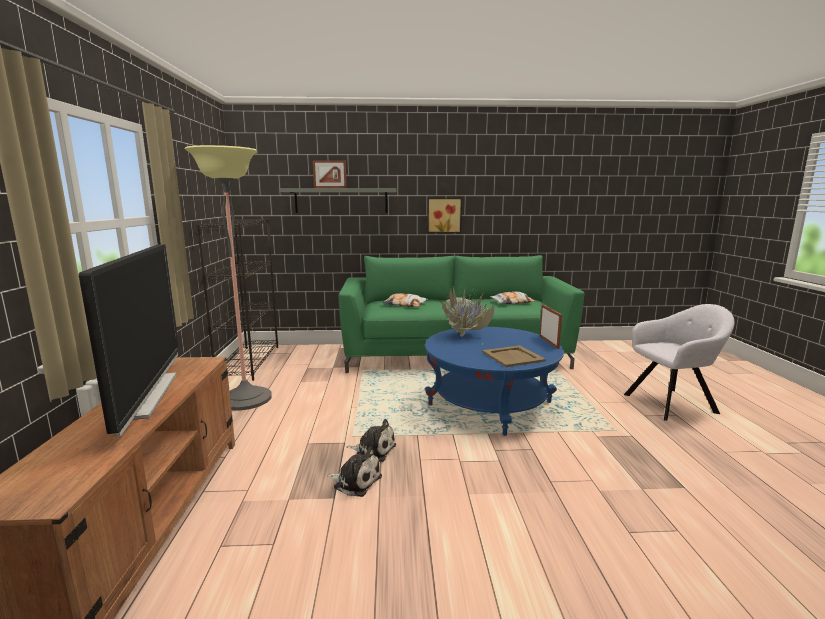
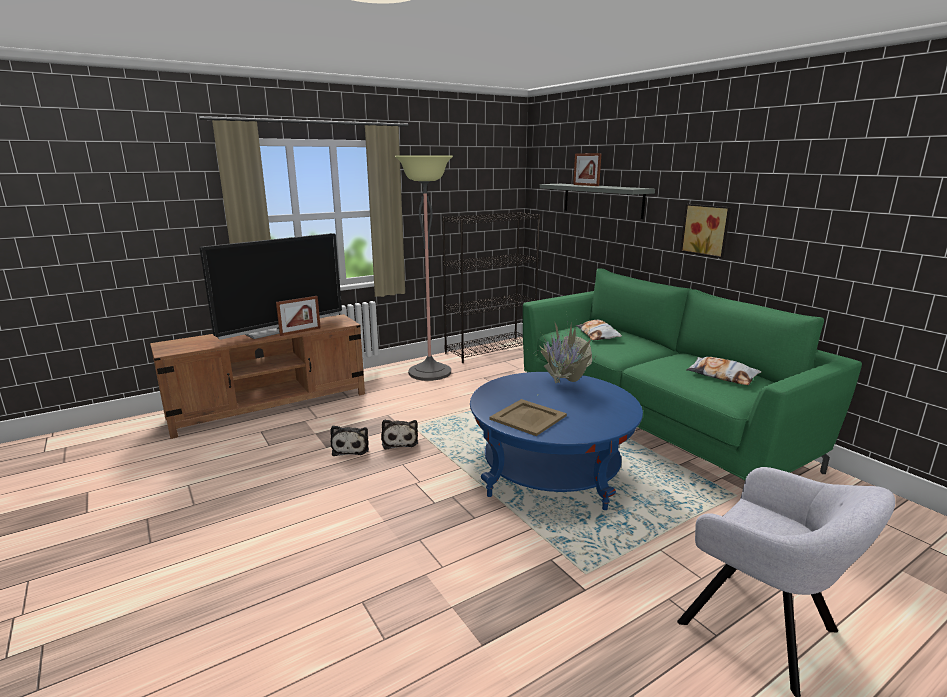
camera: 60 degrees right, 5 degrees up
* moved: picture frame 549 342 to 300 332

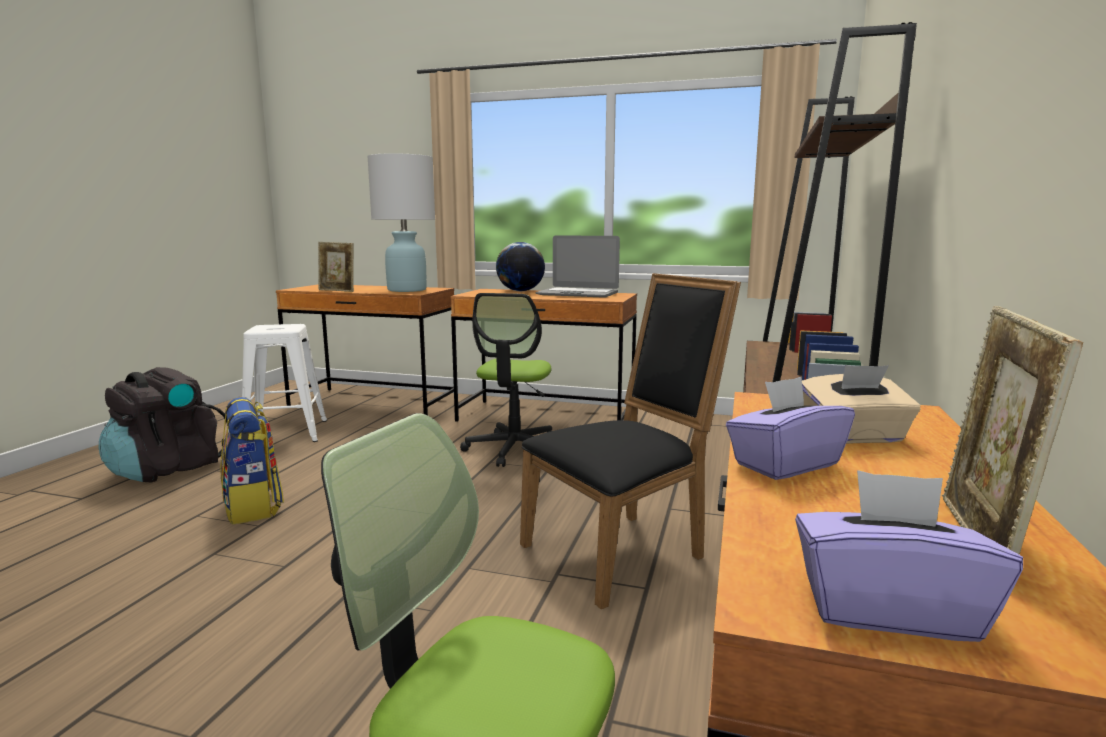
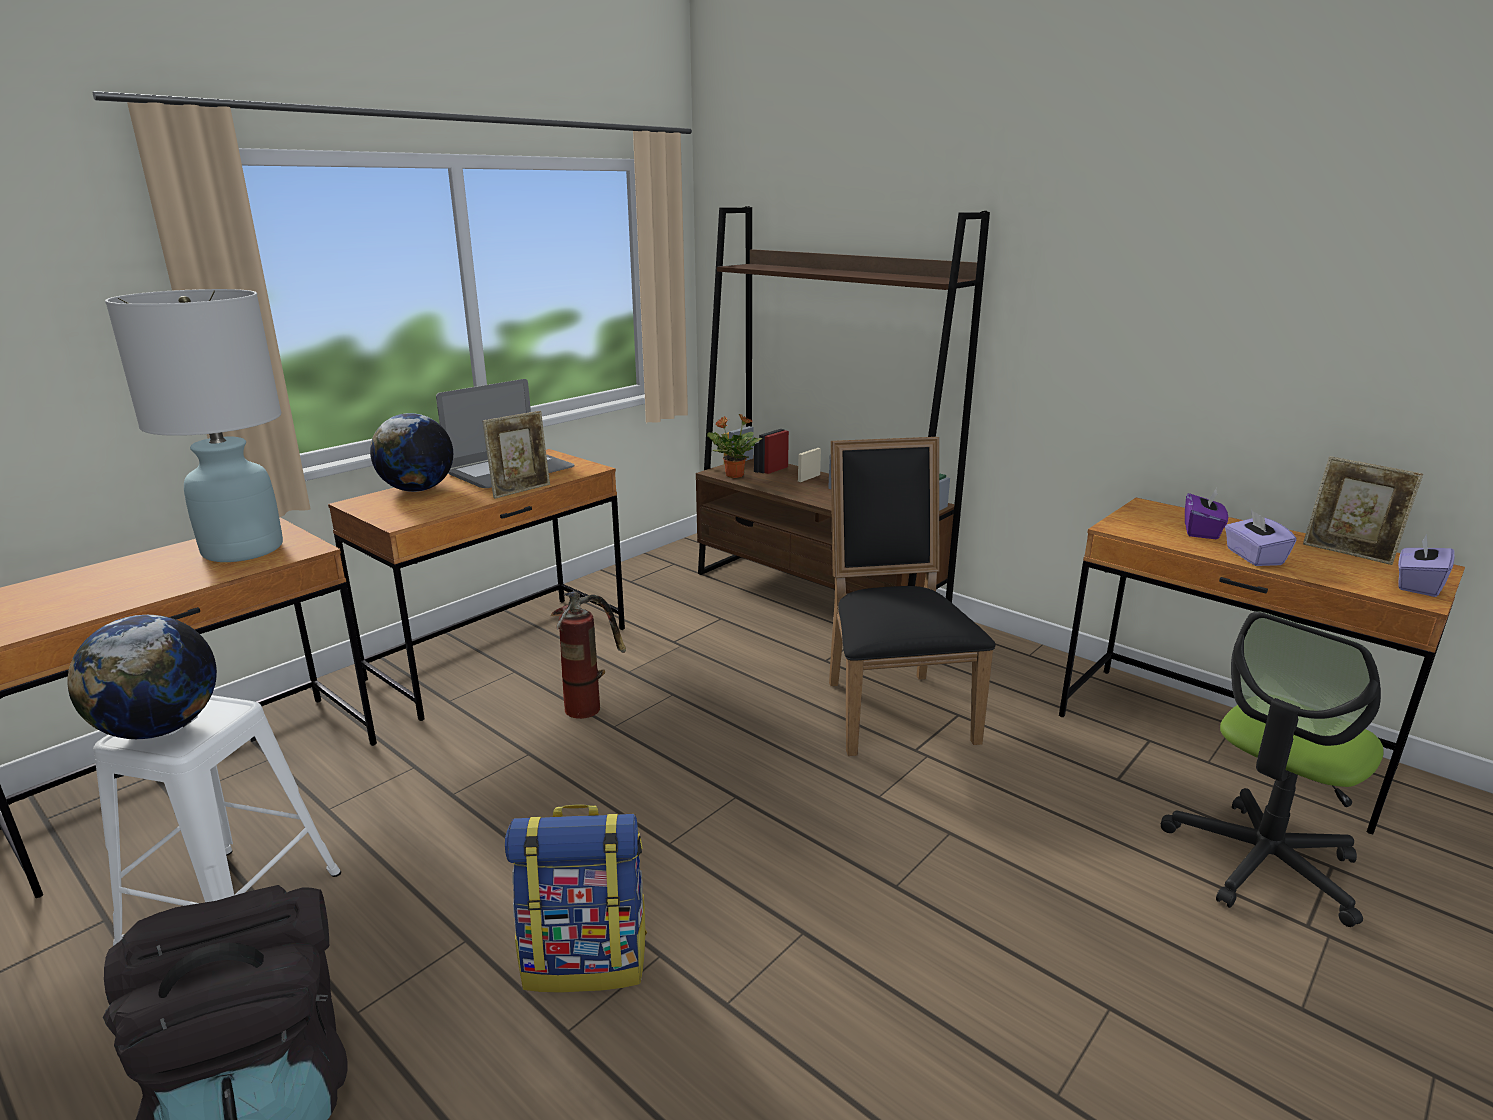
camera: 65 degrees left, 10 degrees up
* moved: picture frame 337 291 to 521 491
* replaced: office chair 514 449 to fire extinguisher 589 701
* recoloured: beige tissue box 853 437 to purple tissue box 1201 531
* added: globe 161 728
* added: potted plant 733 475

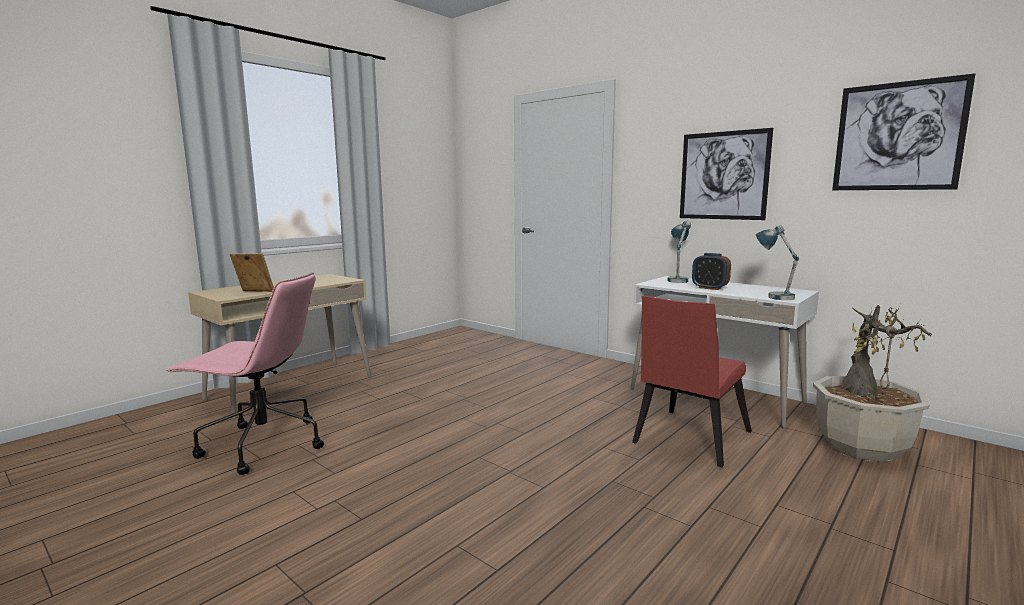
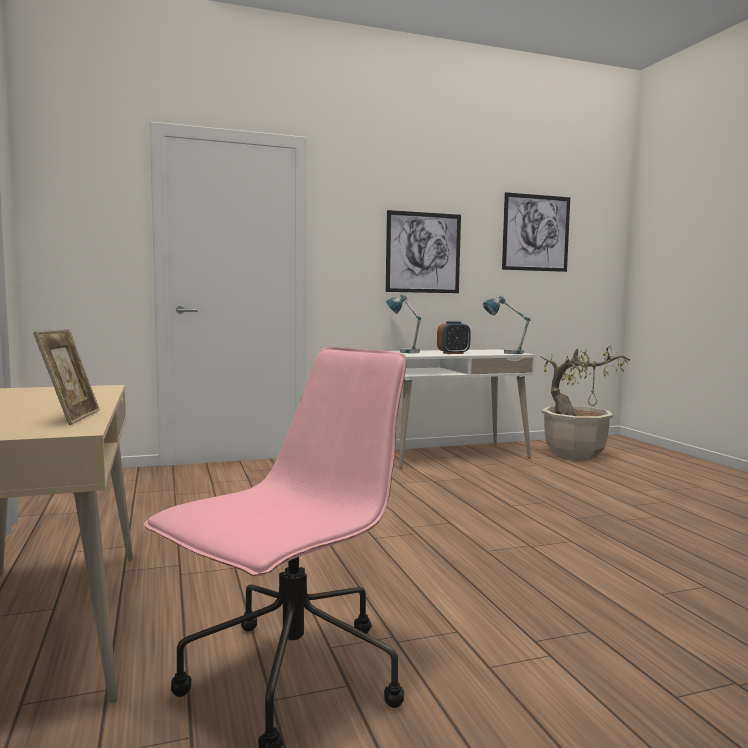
camera: 60 degrees left, 5 degrees down
* turned: picture frame 254 292 = 71 418 135 degrees clockwise
* removed: red chair 687 439

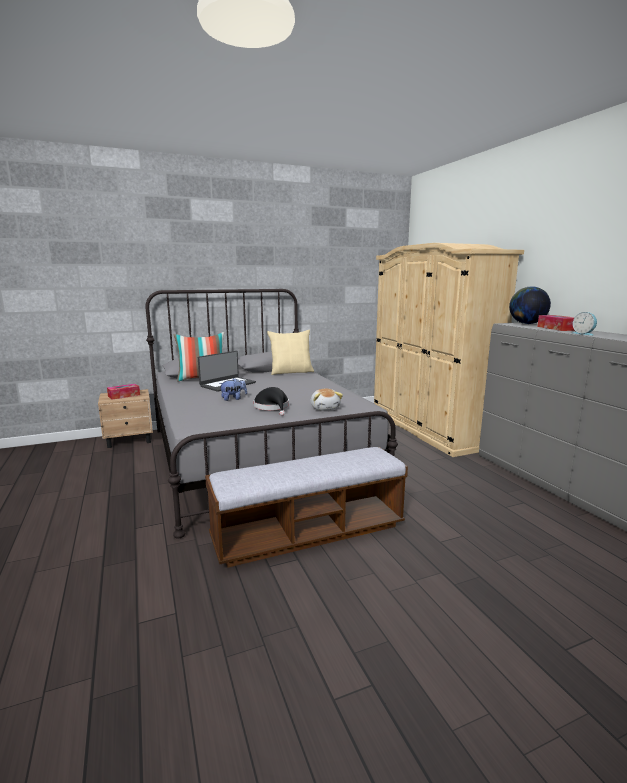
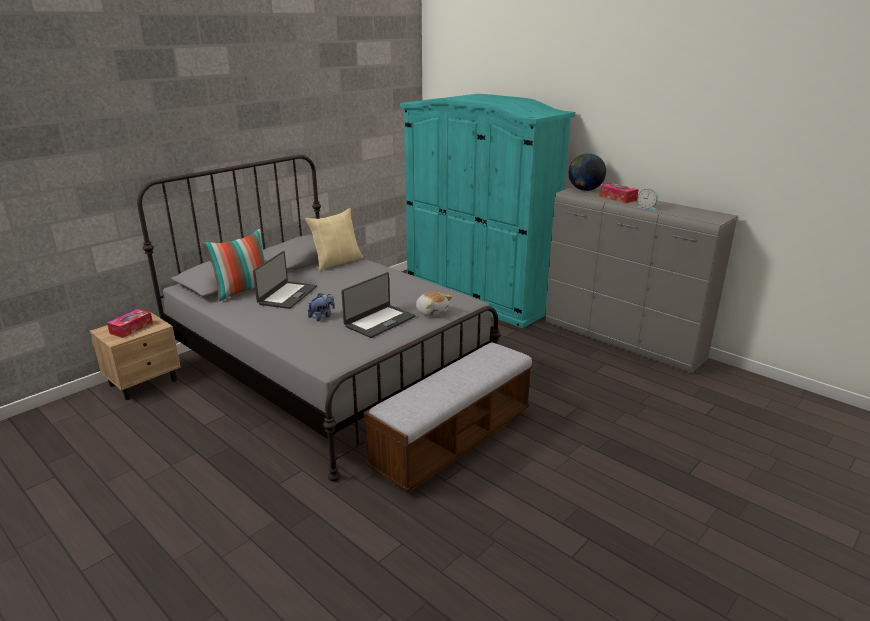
camera: 25 degrees left, 10 degrees up
* replaced: black hat 272 407 to laptop 379 321
* recoloured: beige wardrobe 428 427 to turquoise wardrobe 477 296

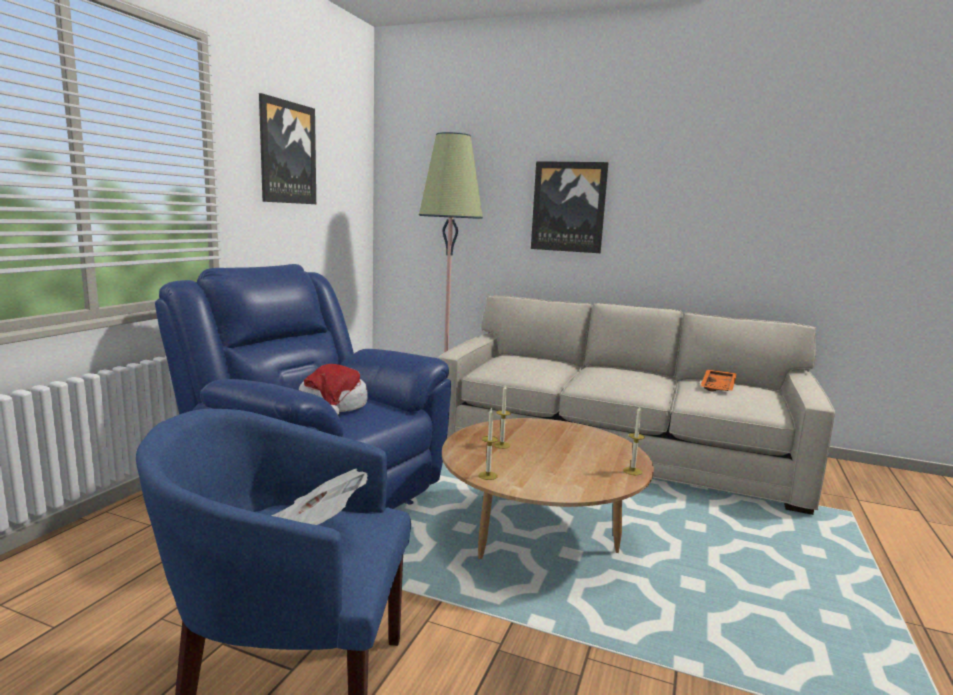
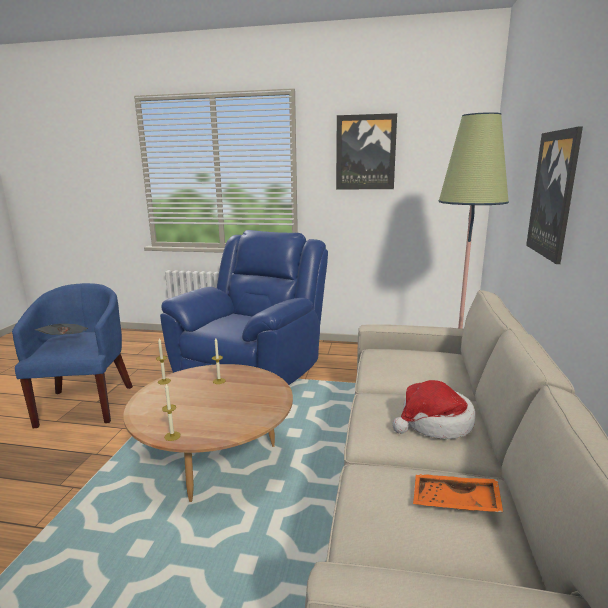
camera: 80 degrees right, 5 degrees up
* moved: hat 333 406 to 435 423

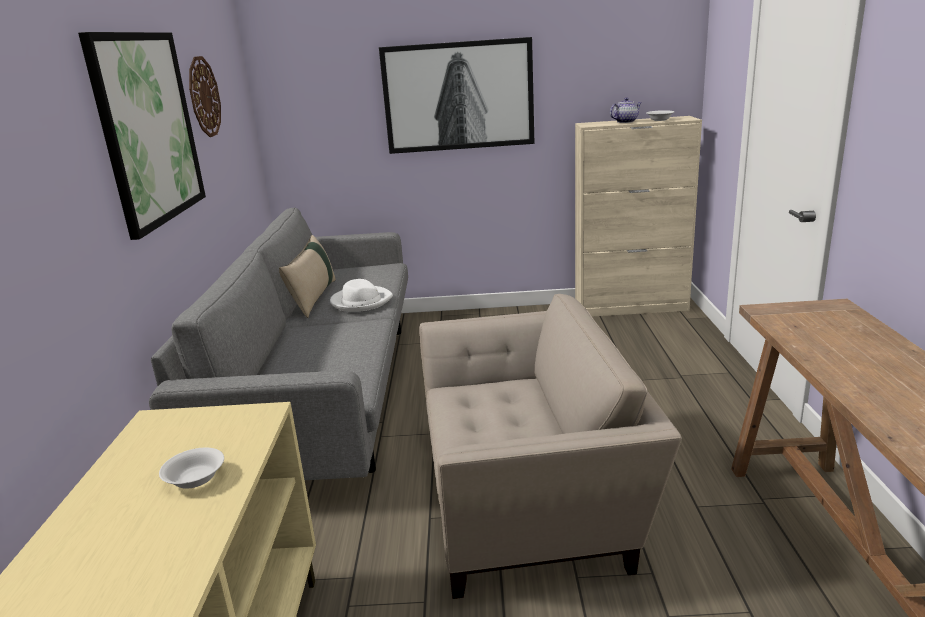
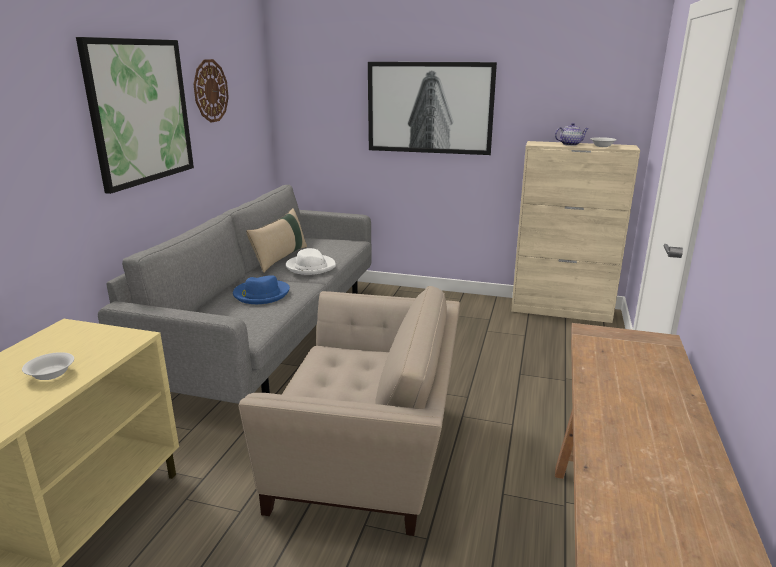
camera: 15 degrees right, 0 degrees up
* added: blue hat 261 294

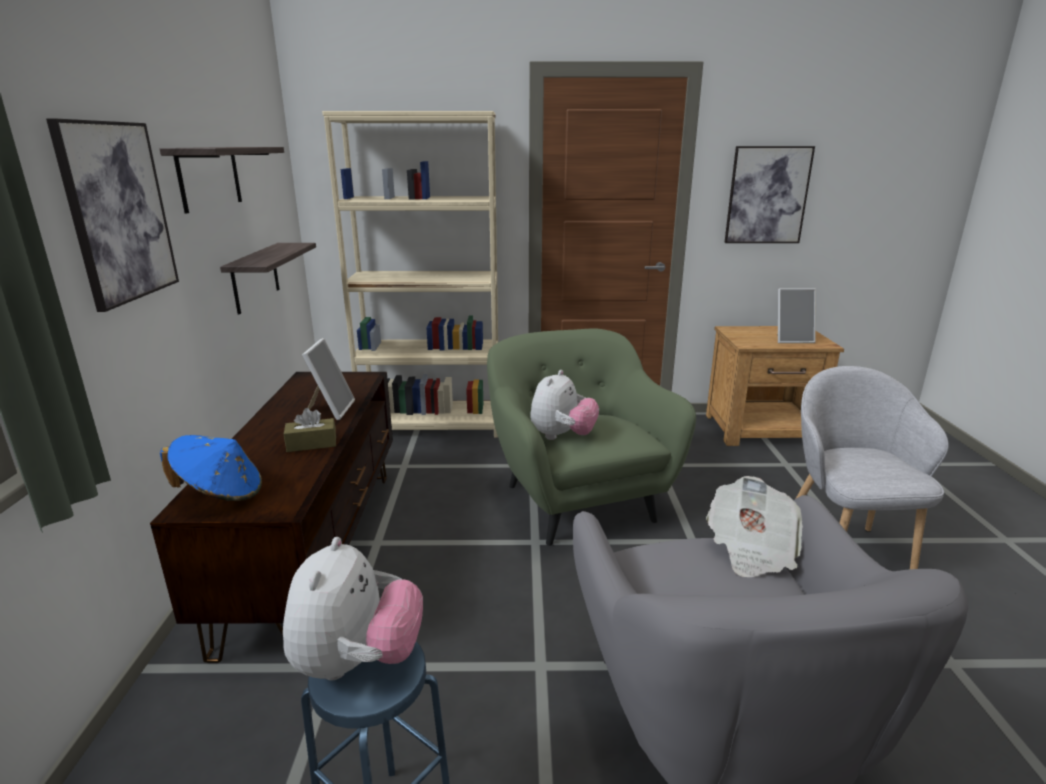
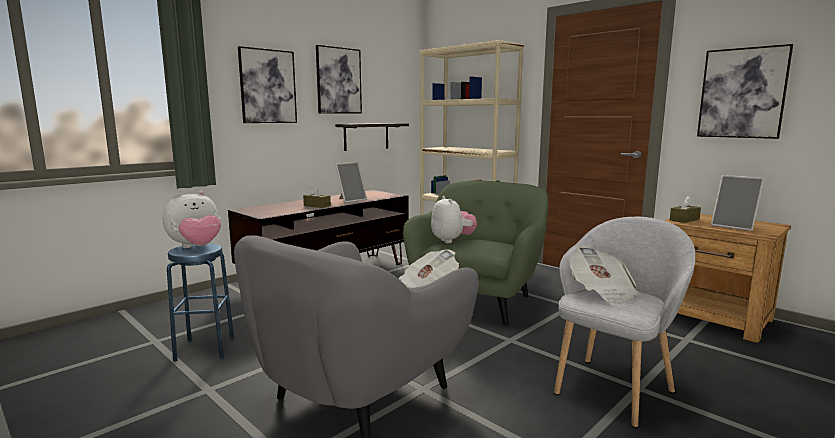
camera: 45 degrees right, 10 degrees down
* replaced: shelf 209 177 to picture 338 81
* removed: blue hat 221 493
* turned: plush toy 562 436 = 452 241 90 degrees counterclockwise
* added: newspaper 601 293
* added: brown tissue box 684 220

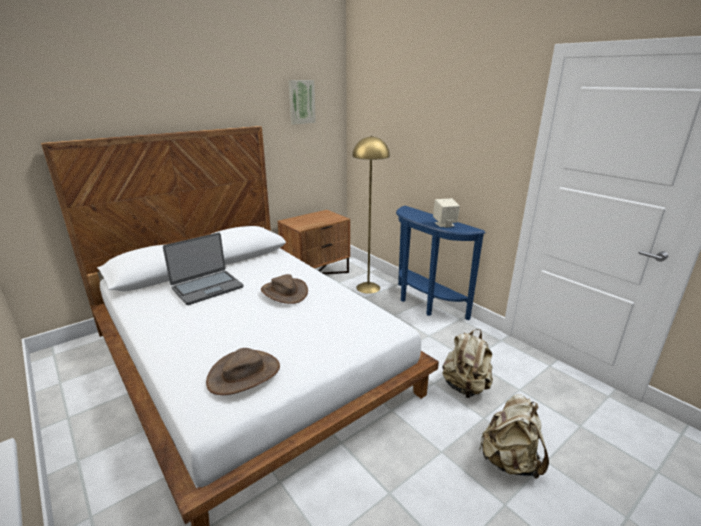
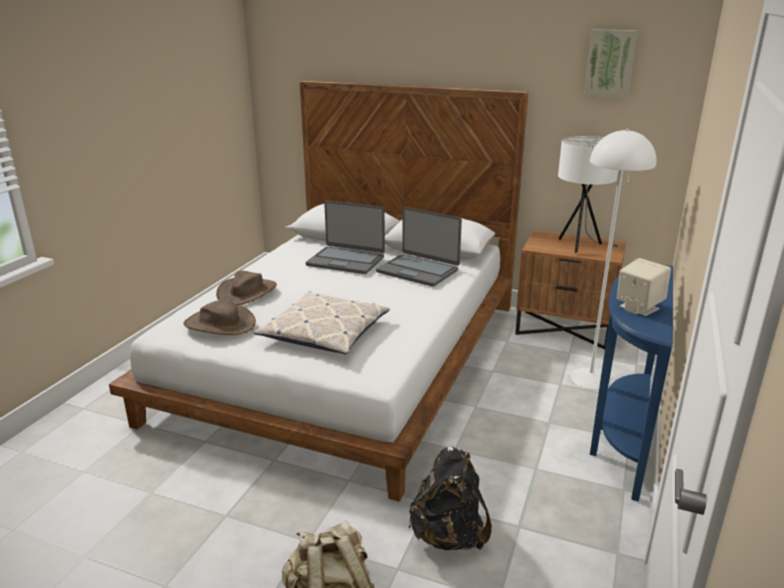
camera: 60 degrees right, 0 degrees up
* moved: brown hat 284 292 to 247 292
* recoloured: yellow floor lamp 368 287 to white floor lamp 590 378
* recoloured: beige backpack 465 387 to black backpack 448 535
* added: pillow 325 332
* added: laptop 418 271
* added: white table lamp 581 246

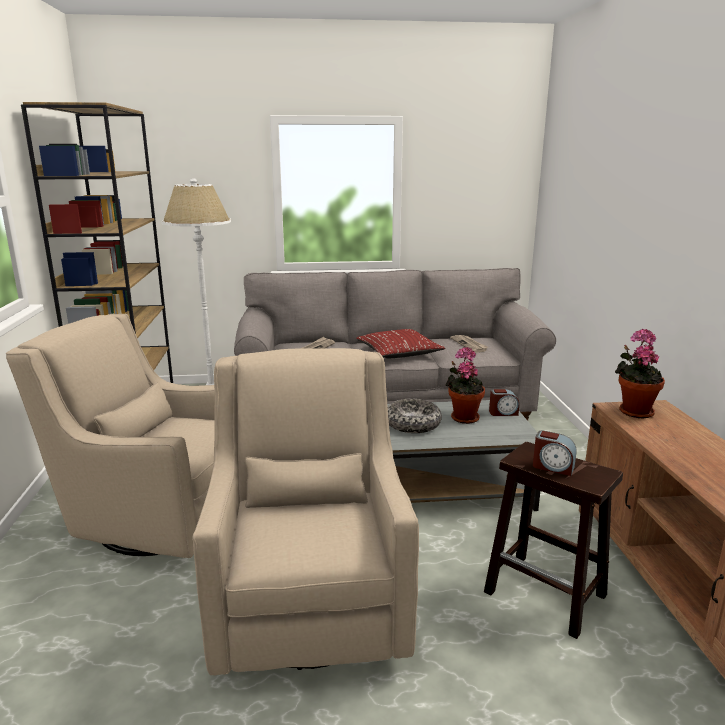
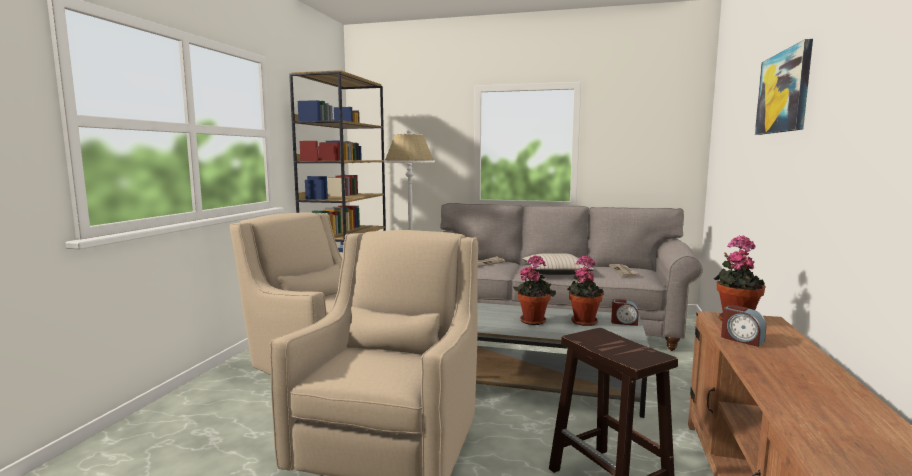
camera: 20 degrees right, 10 degrees down
* recoloured: red pillow 398 352 to beige pillow 555 272
* replaced: bowl 413 424 to potted plant 533 320
* moved: alarm clock 553 467 to 741 339
* added: picture 783 92

